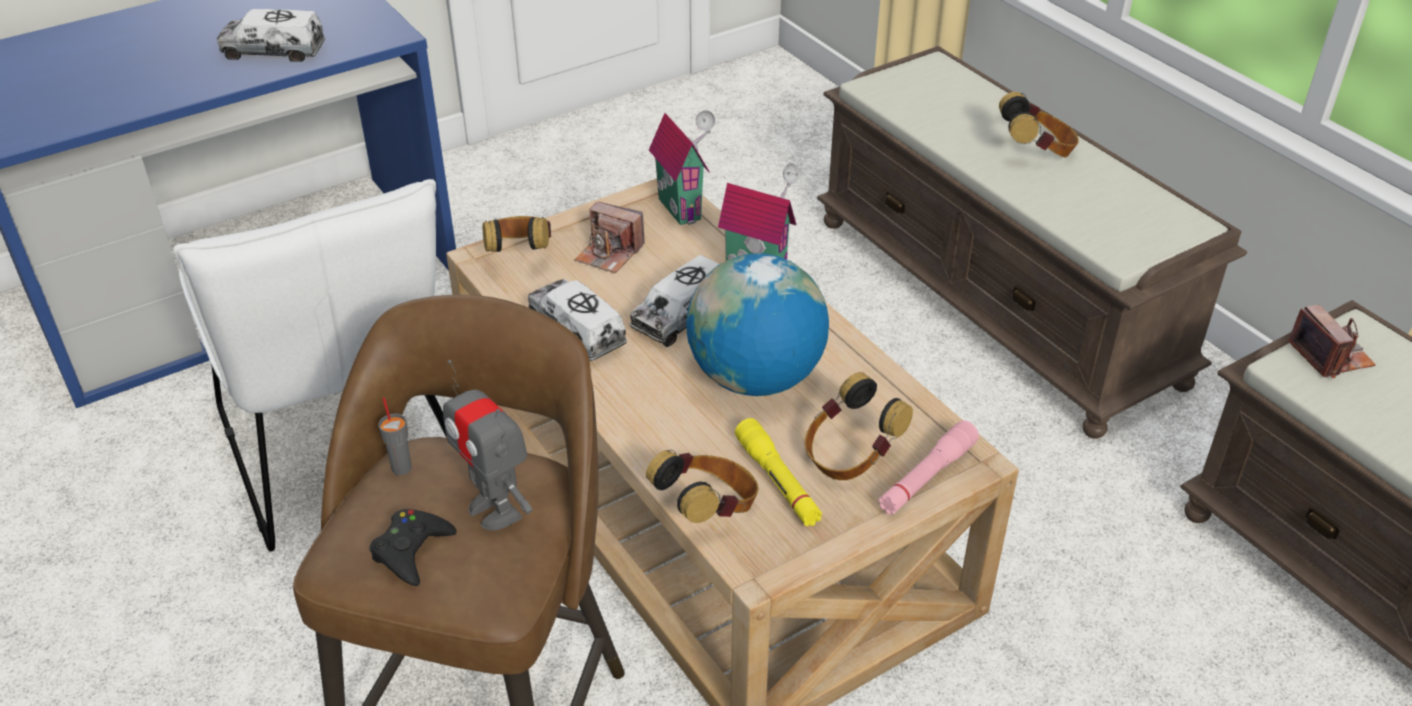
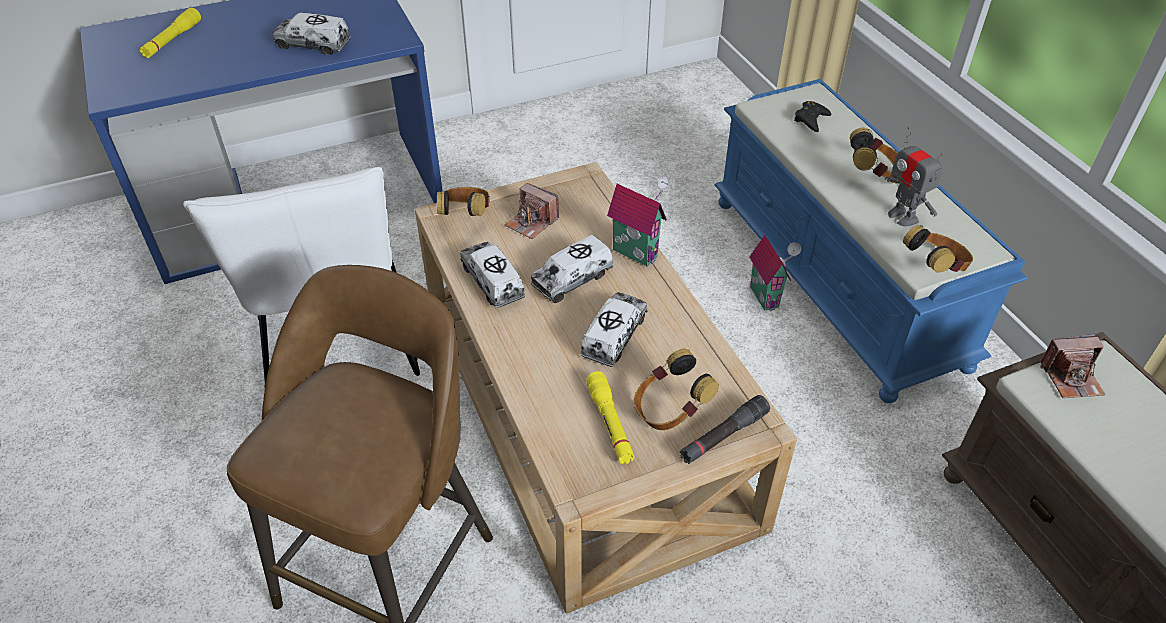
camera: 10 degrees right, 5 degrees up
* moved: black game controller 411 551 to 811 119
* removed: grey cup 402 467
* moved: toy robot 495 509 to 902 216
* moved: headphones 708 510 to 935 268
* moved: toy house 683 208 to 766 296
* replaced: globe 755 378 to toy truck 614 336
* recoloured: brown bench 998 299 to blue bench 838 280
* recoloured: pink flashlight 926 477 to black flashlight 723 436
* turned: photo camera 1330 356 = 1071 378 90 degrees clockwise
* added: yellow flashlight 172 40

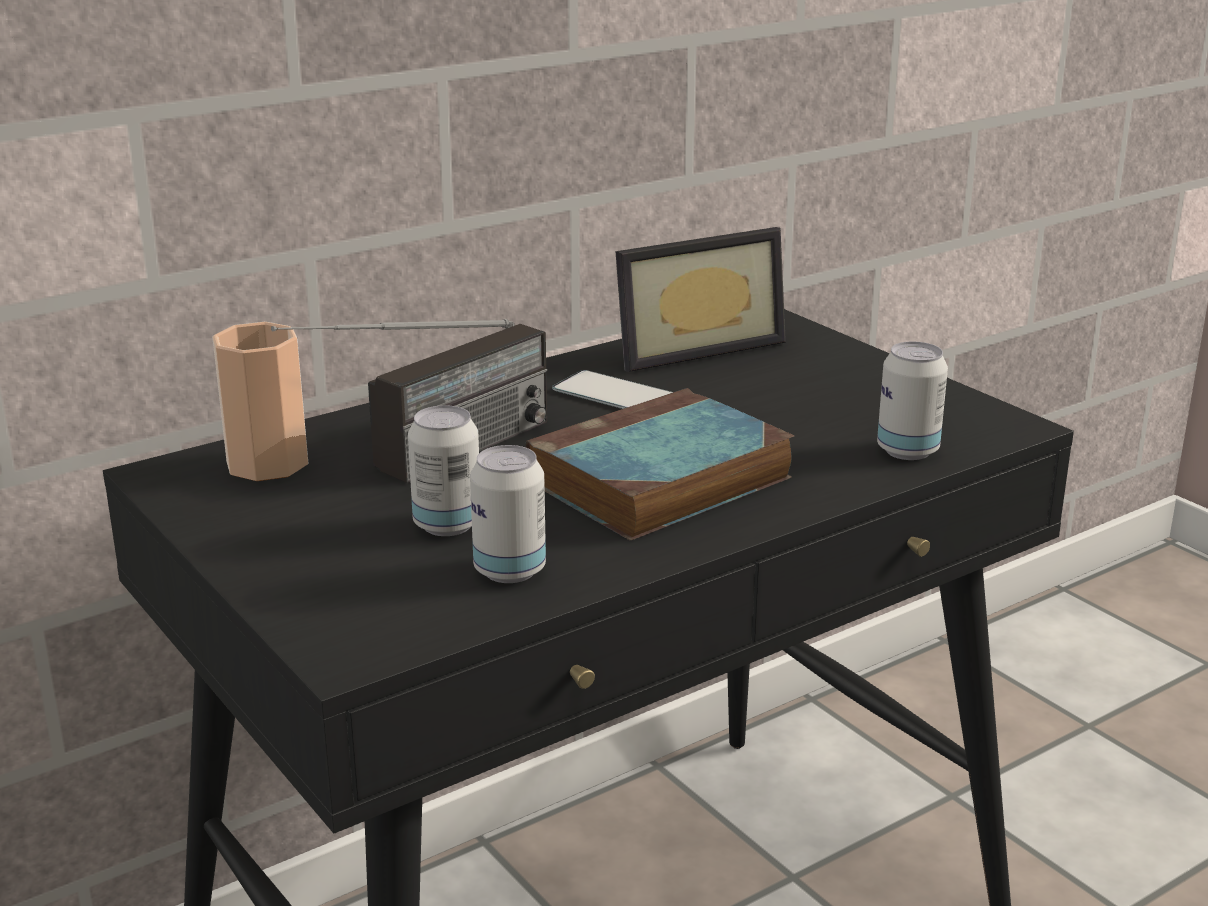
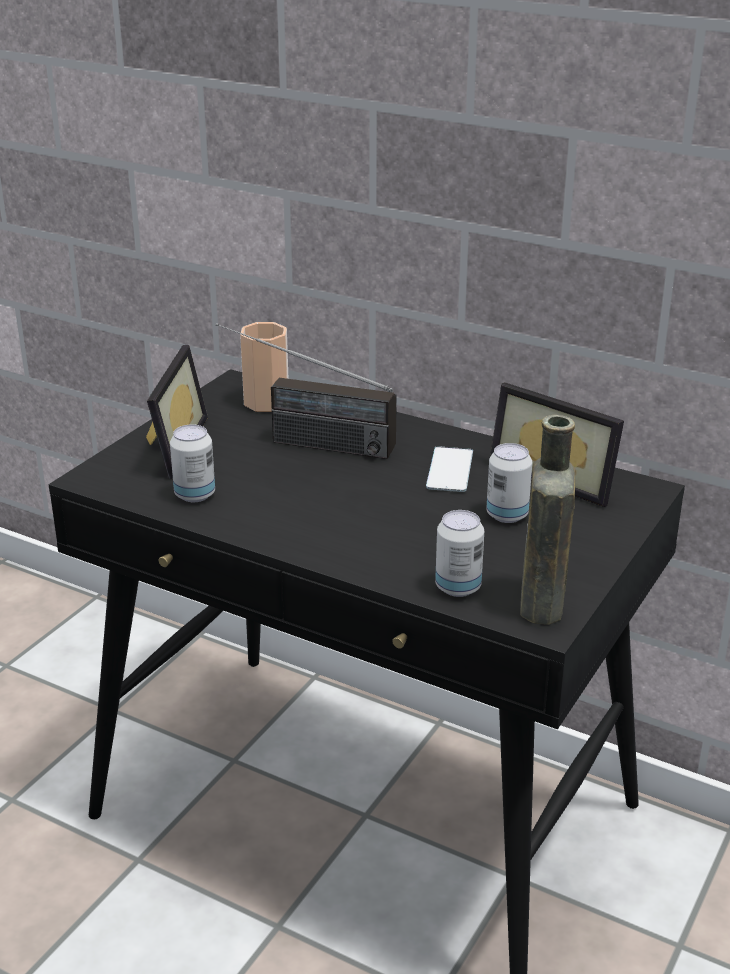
camera: 65 degrees right, 5 degrees up
* moved: can 447 525 to 507 515
* removed: book 657 482
* added: picture frame 168 446
* added: brown bottle 542 606

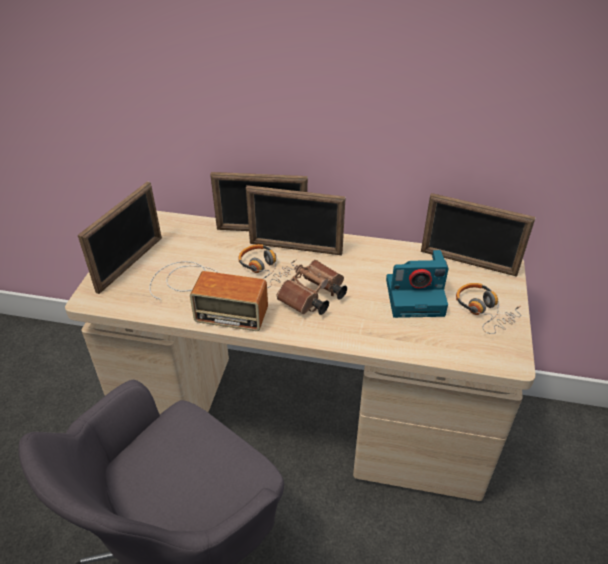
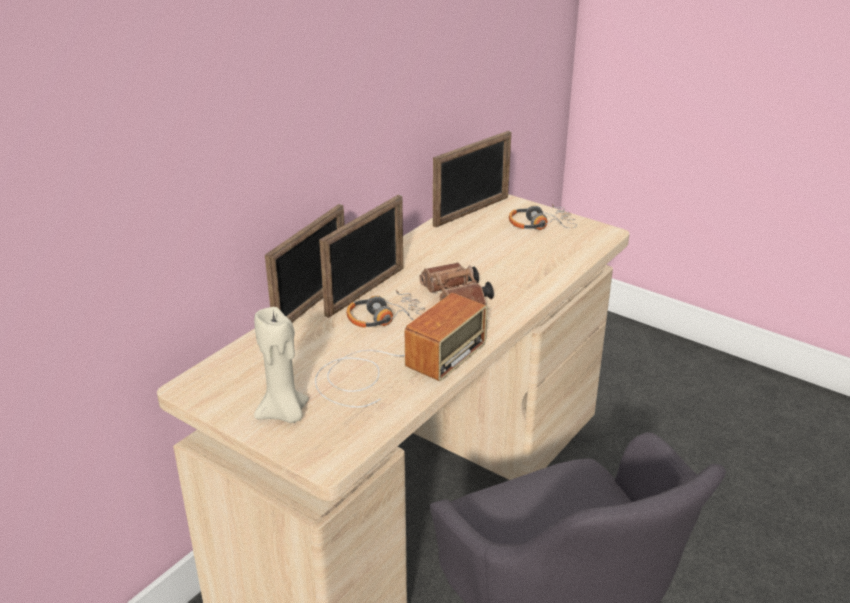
camera: 65 degrees left, 10 degrees down
* replaced: picture frame 131 264 to beige candle 284 414
* removed: photo camera 416 296

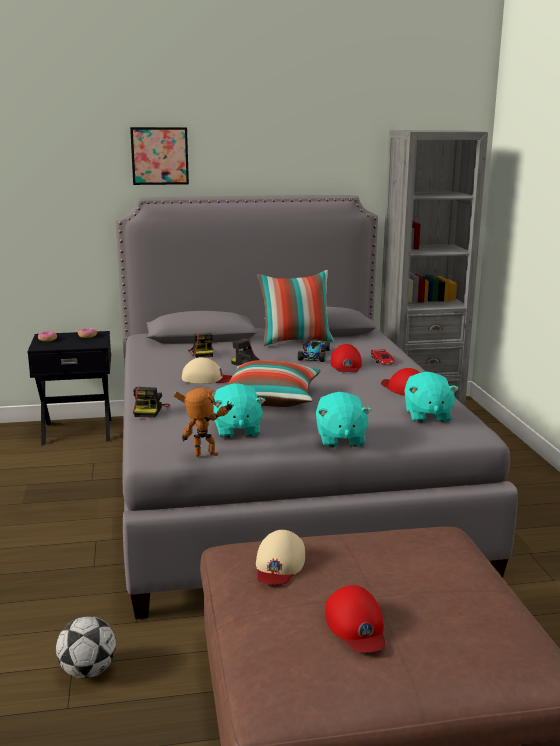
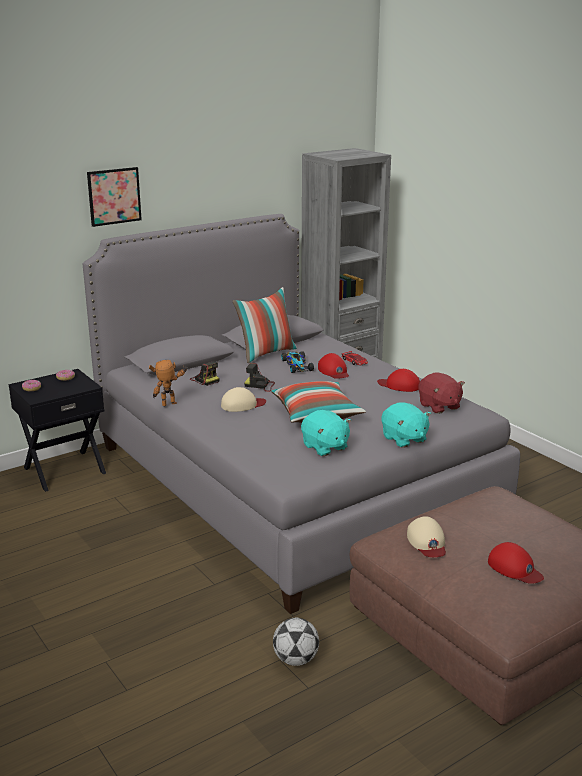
camera: 25 degrees left, 5 degrees up
* removed: photo camera 150 410
* moved: toy robot 206 457 to 170 405
* recoloured: turquoise plush toy 427 416 to red plush toy 439 406

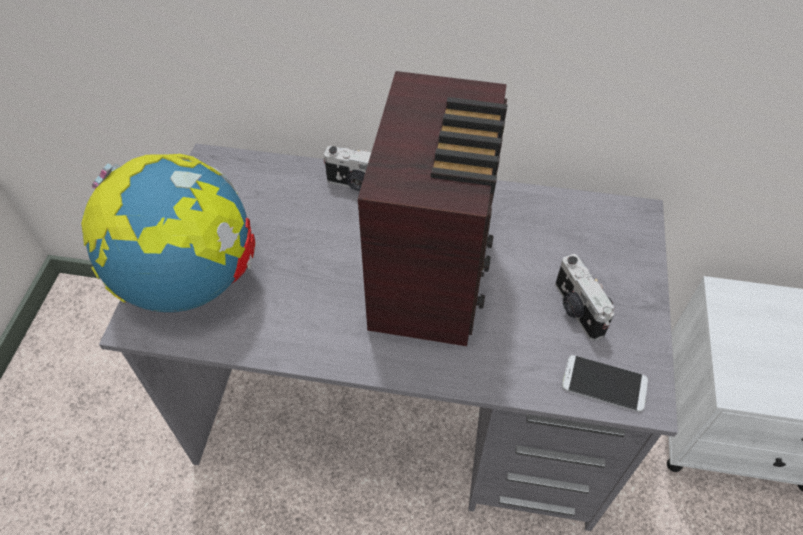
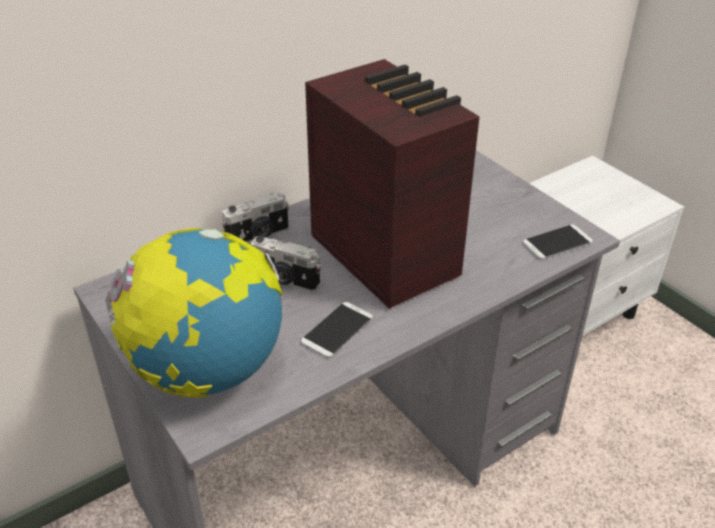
camera: 45 degrees left, 15 degrees down
* moved: photo camera 576 310 to 285 281
* added: phone 337 330

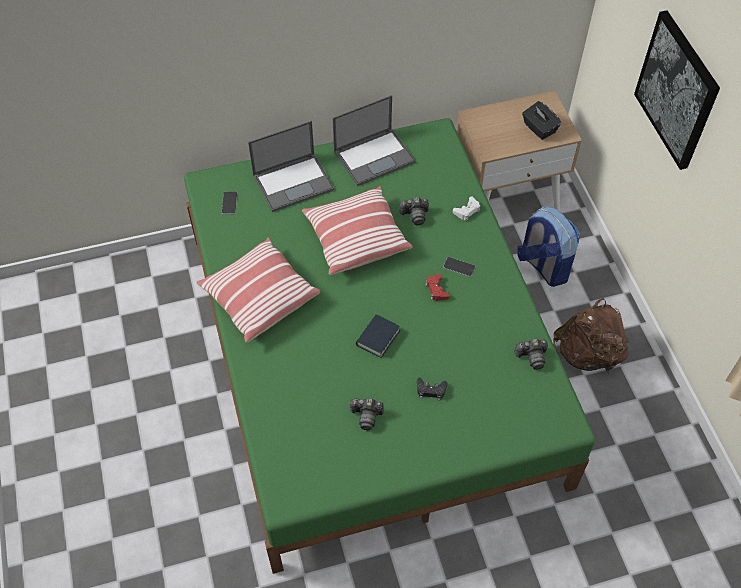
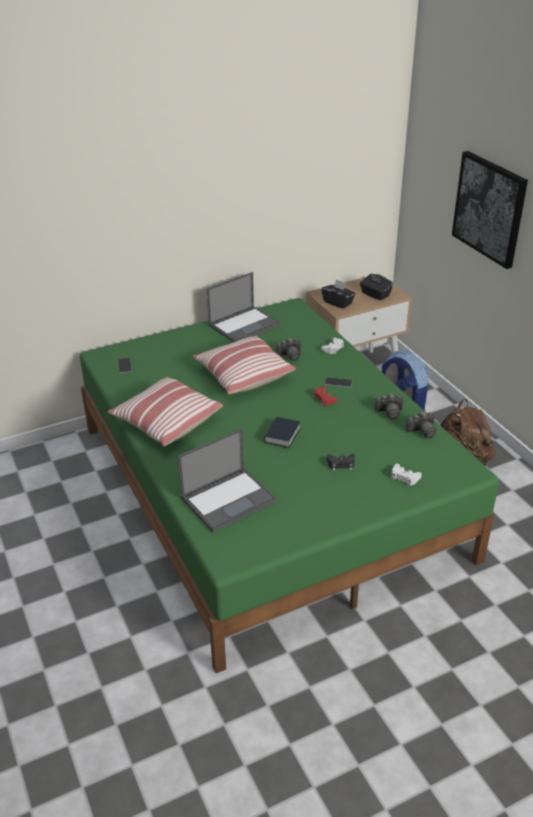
camera: 10 degrees left, 20 degrees down
* moved: laptop 294 182 to 229 499
* moved: photo camera 366 416 to 389 412
* added: black tissue box 338 302
* added: white game controller 404 477

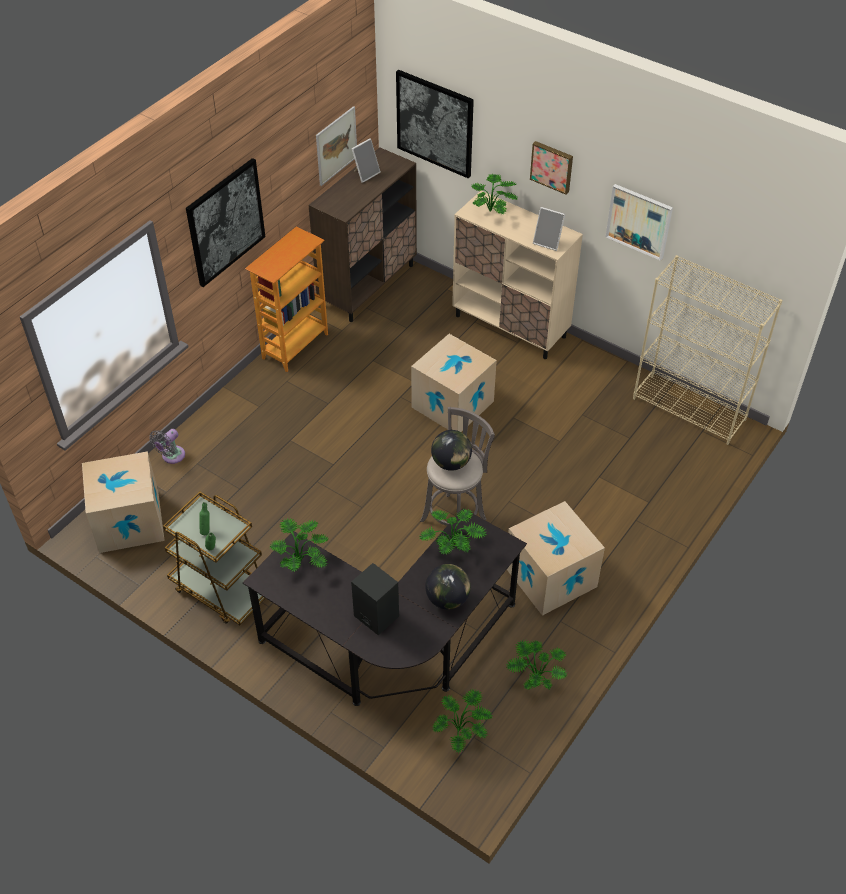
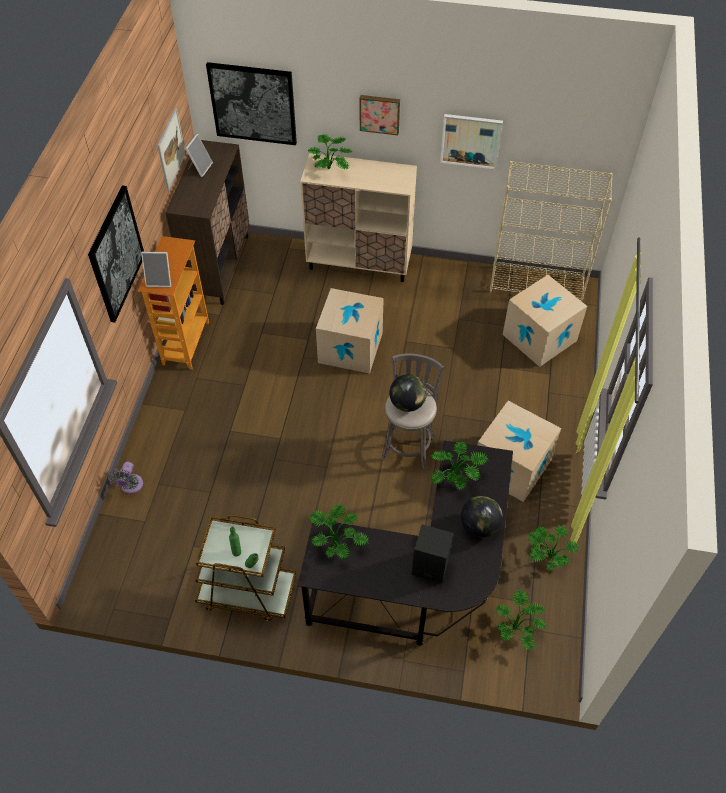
camera: 25 degrees left, 5 degrees up
* moved: cardboard box 129 521 to 539 337
* moved: picture frame 548 242 to 160 280

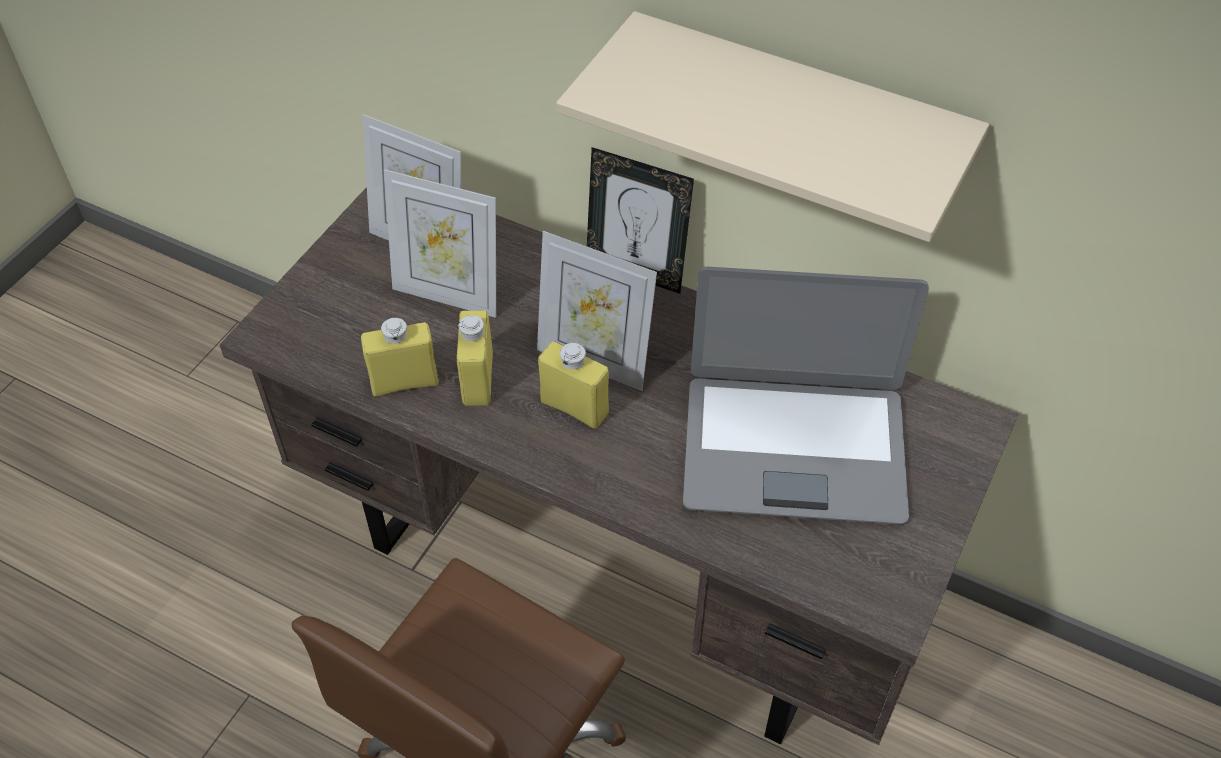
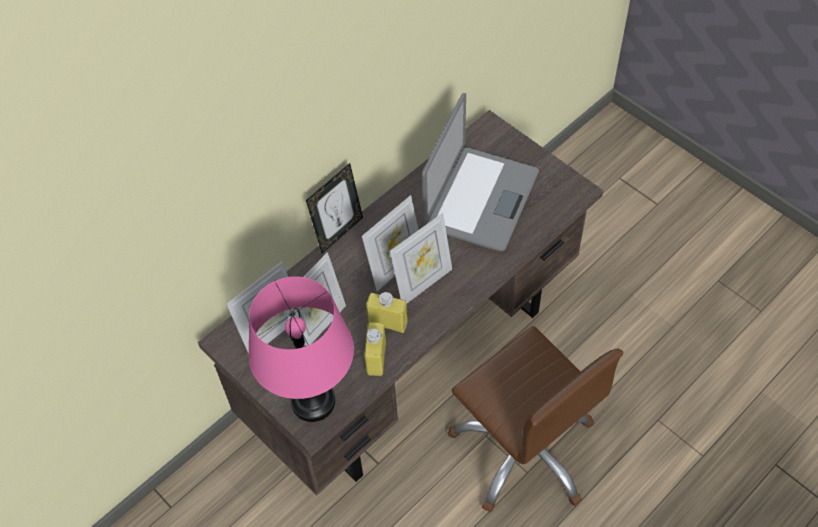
camera: 70 degrees left, 5 degrees up
* replaced: yellow bottle 574 407 to picture frame 423 283
* removed: beige shelf 796 117
* added: pink table lamp 313 401

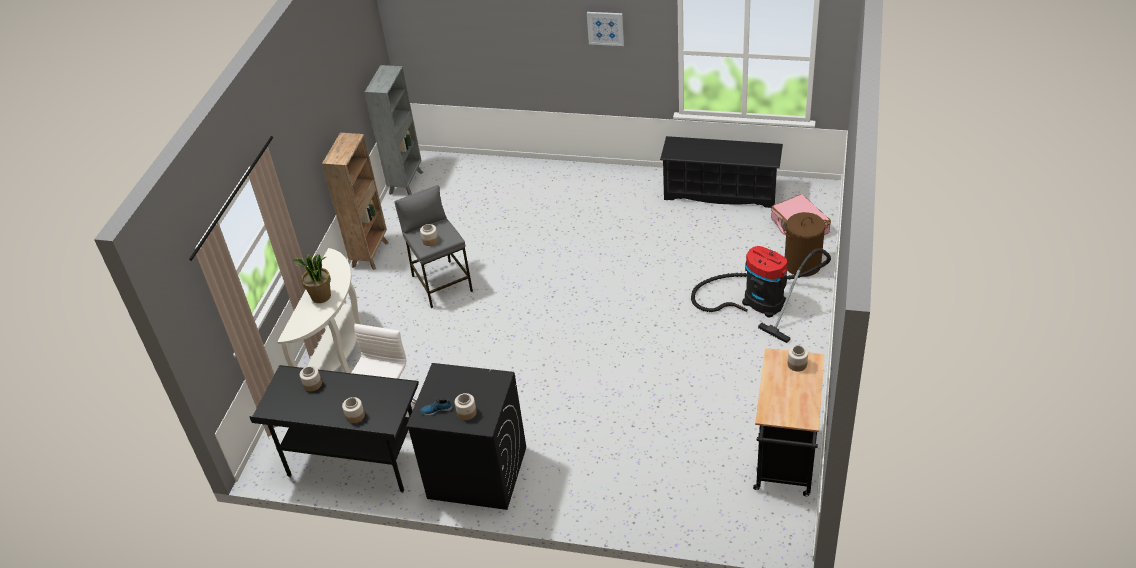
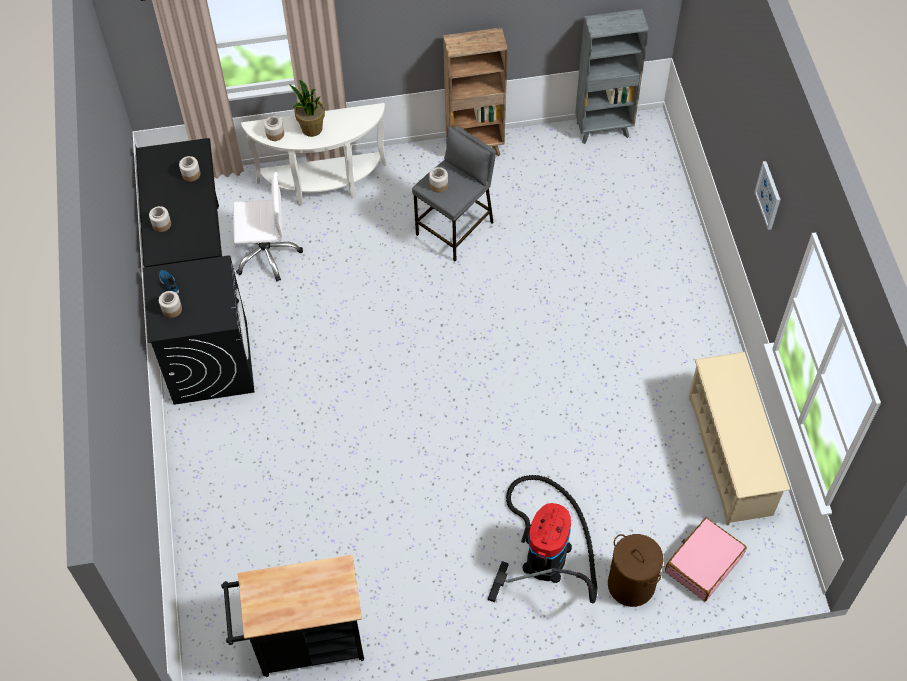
camera: 65 degrees right, 15 degrees up
* recoloured: black shoe rack 720 193 to beige shoe rack 730 455
* moved: jar 797 364 to 275 134

